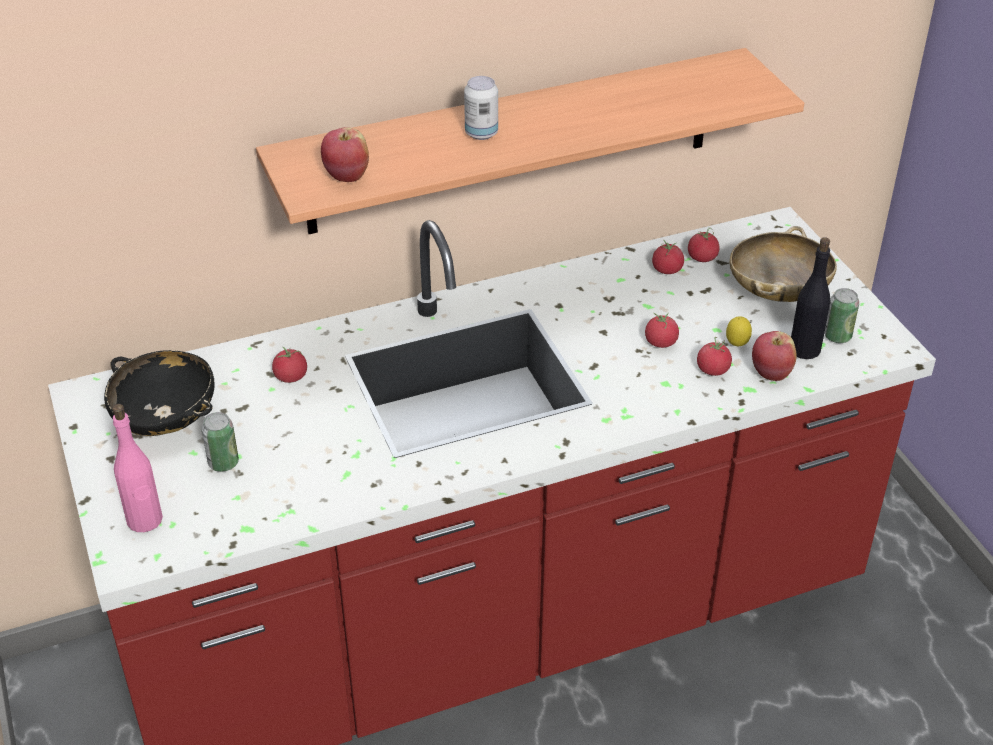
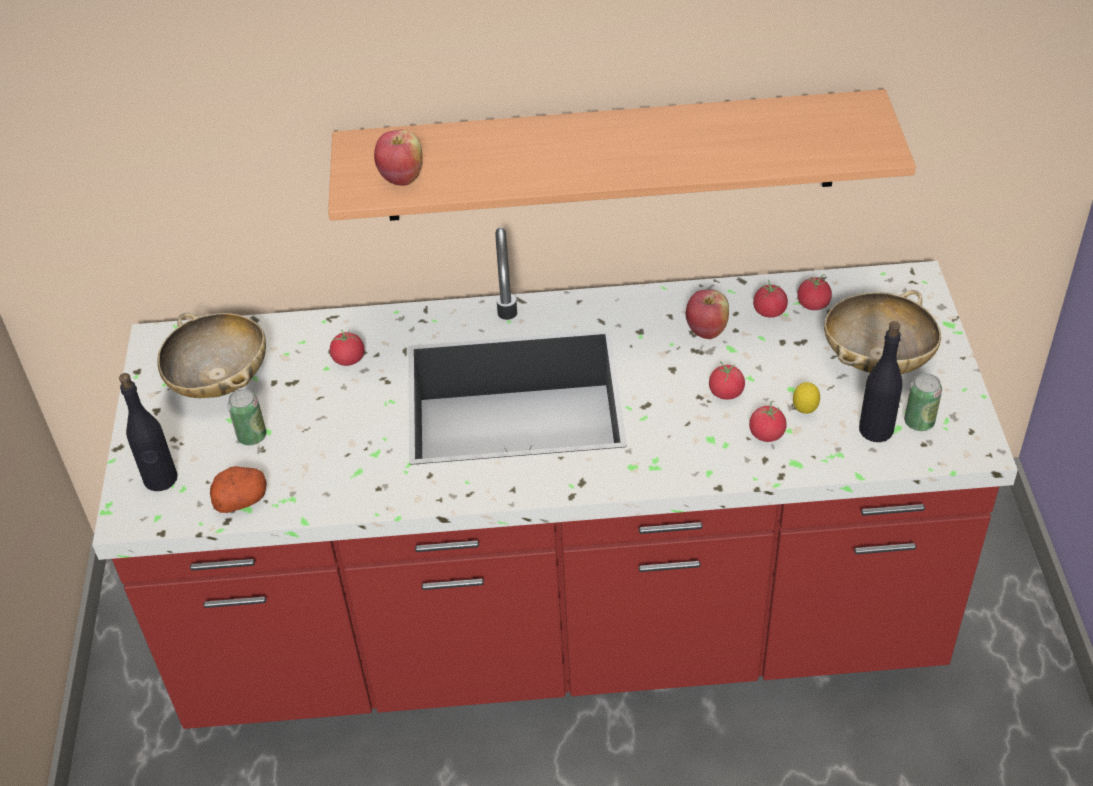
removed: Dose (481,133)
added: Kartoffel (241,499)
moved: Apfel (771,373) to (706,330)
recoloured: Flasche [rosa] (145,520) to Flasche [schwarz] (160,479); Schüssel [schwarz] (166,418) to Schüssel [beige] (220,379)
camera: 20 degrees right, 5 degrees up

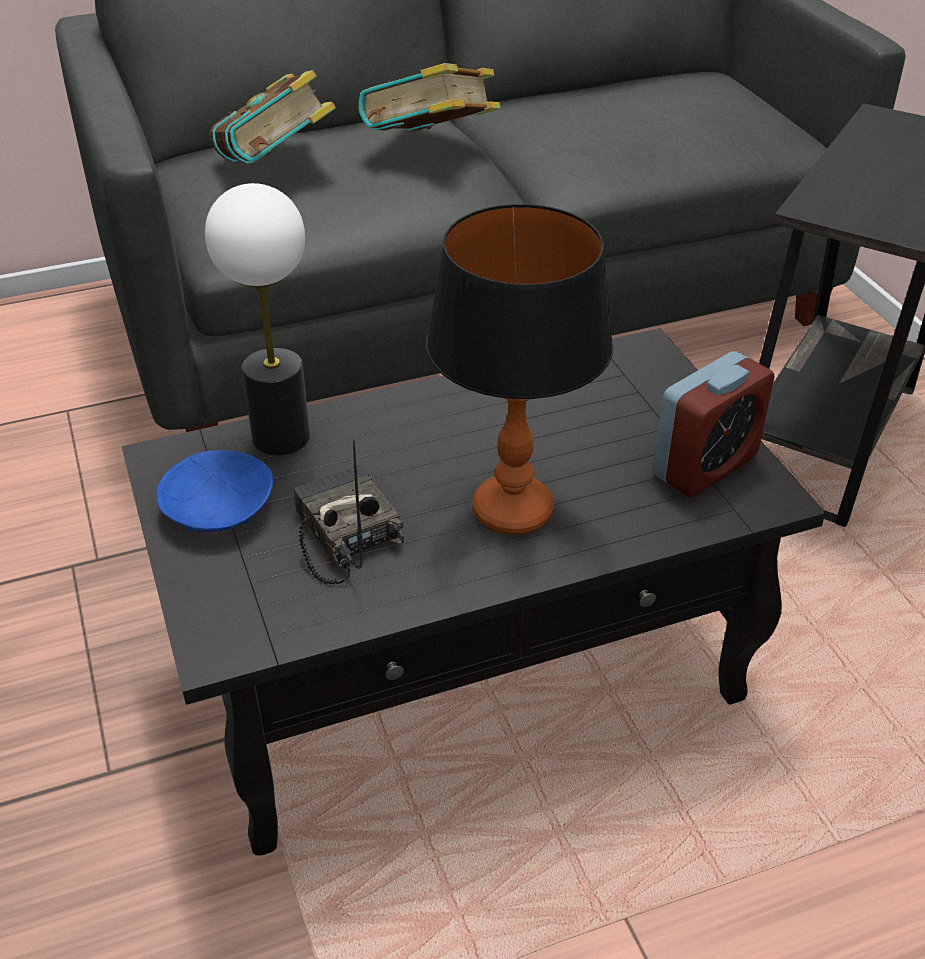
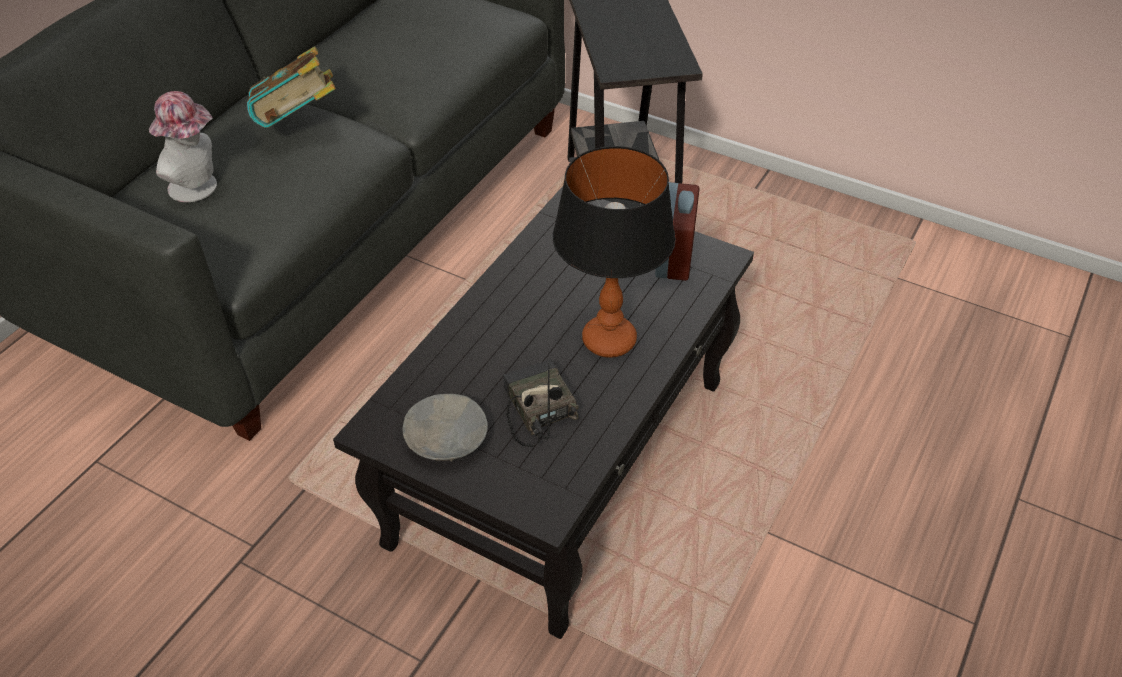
removed: Tischlampe (281,436)
replaced: Buch (276,168) to Hut (199,188)
recoloured: Schüssel [blau] (217,508) to Schüssel [grau] (445,439)
turned: Radio (343,534) = (536,409) 45 degrees clockwise
camera: 40 degrees left, 5 degrees up

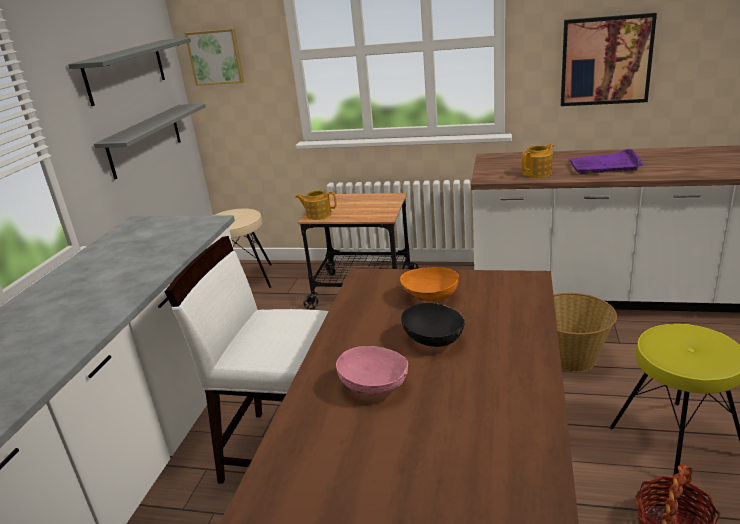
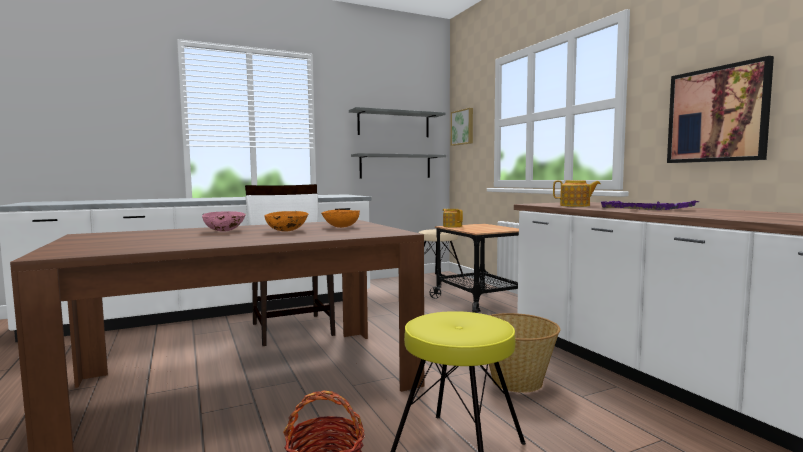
recoloured: Schüssel [schwarz] (434,339) to Schüssel [orange] (287,231)
camera: 50 degrees right, 20 degrees down

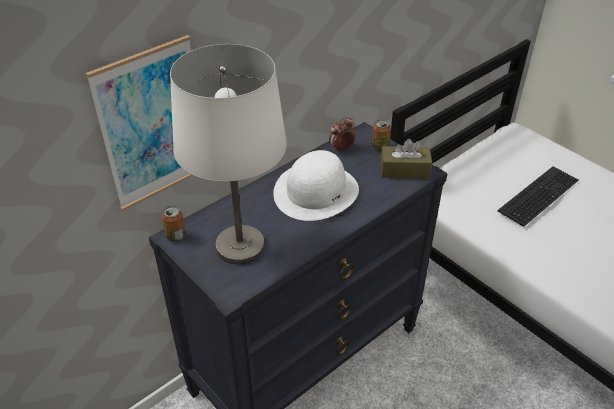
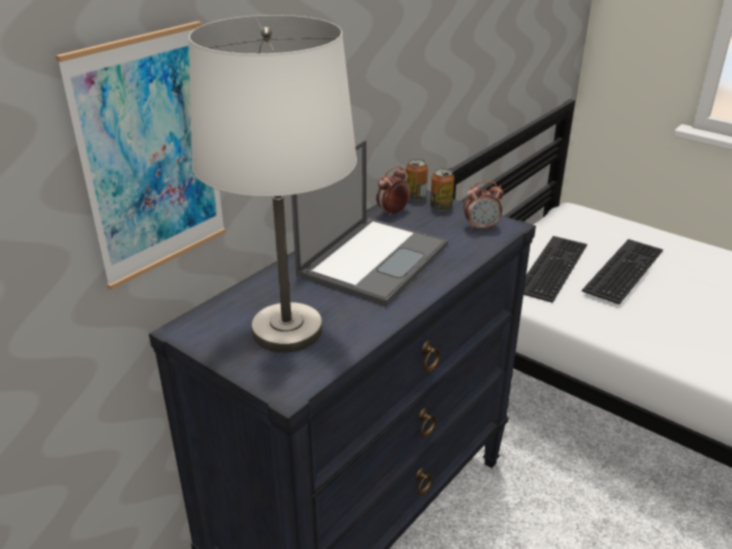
added: Tastatur (550,266)
moved: Dose (176,236) to (415,197)
replaced: Hut [weiß] (316,191) to Laptop (374,259); Taschentuchbox [braun] (404,170) to Wecker (481,227)
camera: 10 degrees left, 10 degrees down

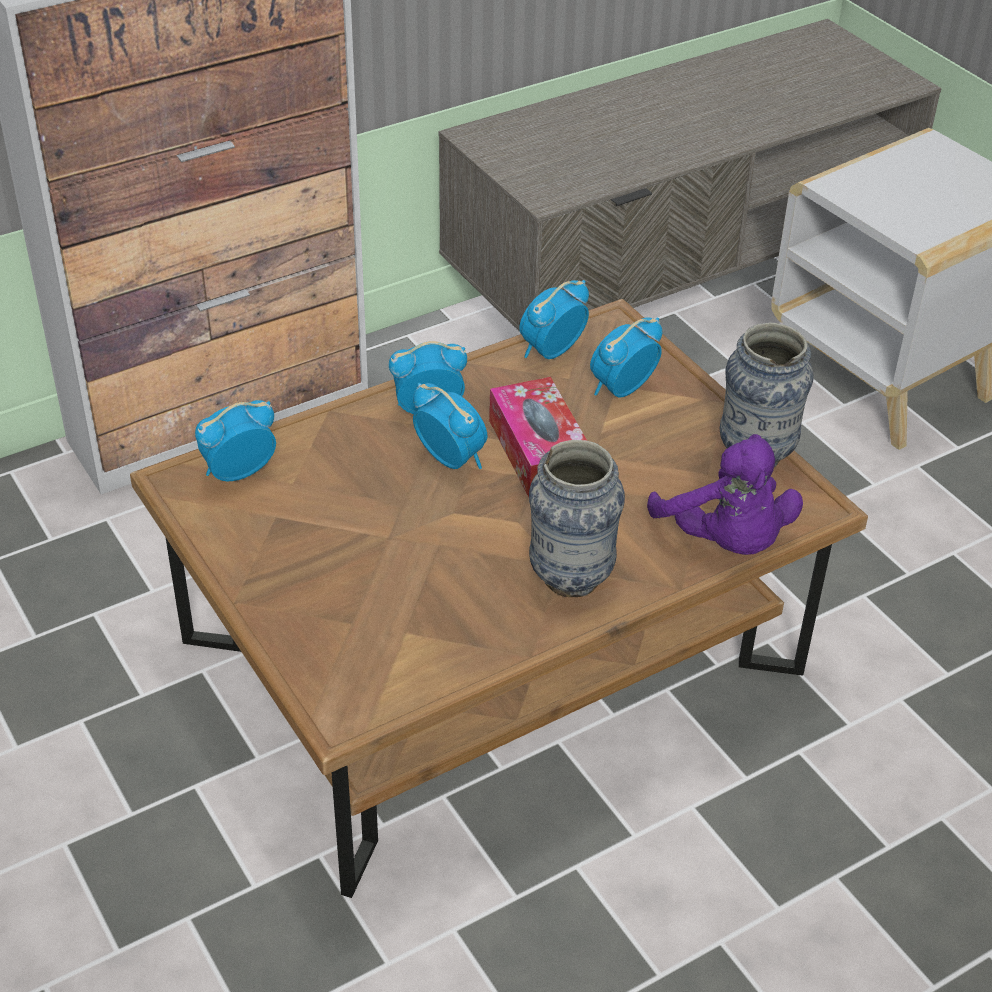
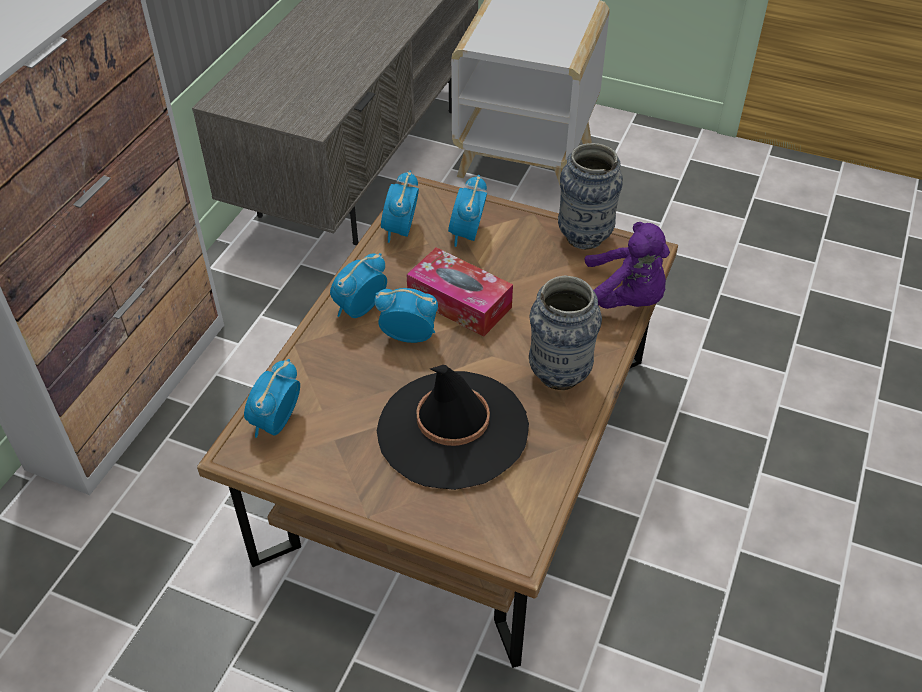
added: Hut [schwarz] (452,429)
camera: 35 degrees left, 5 degrees up

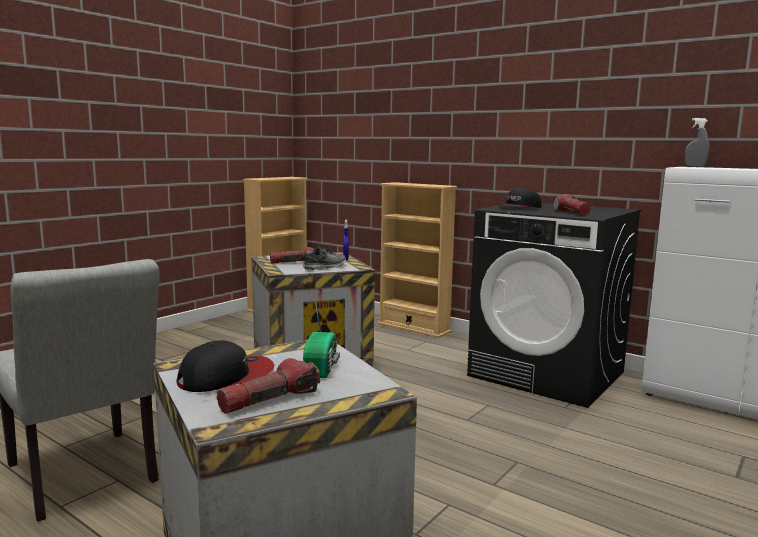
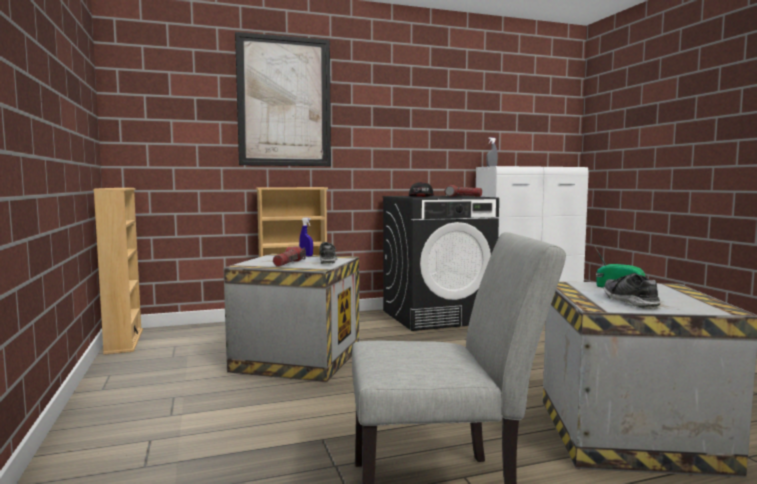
removed: Taschenlampe (270,400)
added: Bild (284,101)
replaced: Kappe (226,377) to Schuh (630,302)
camera: 55 degrees left, 5 degrees down

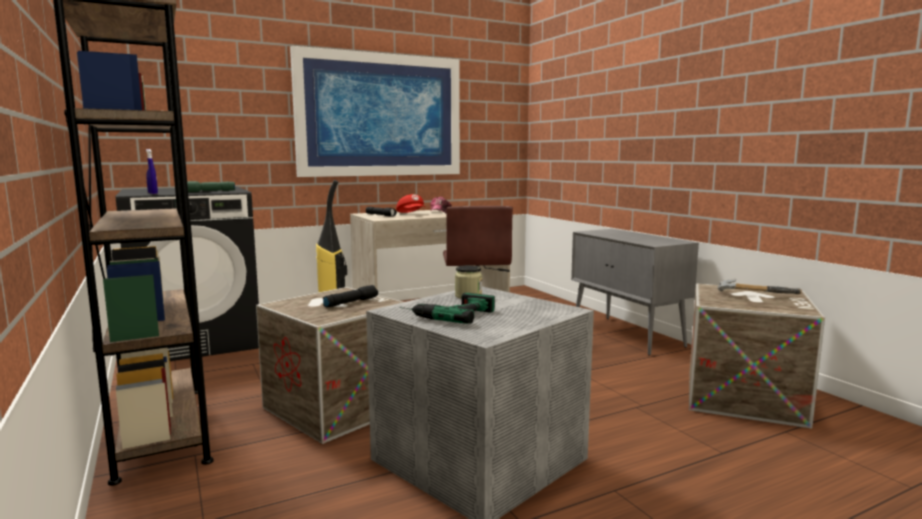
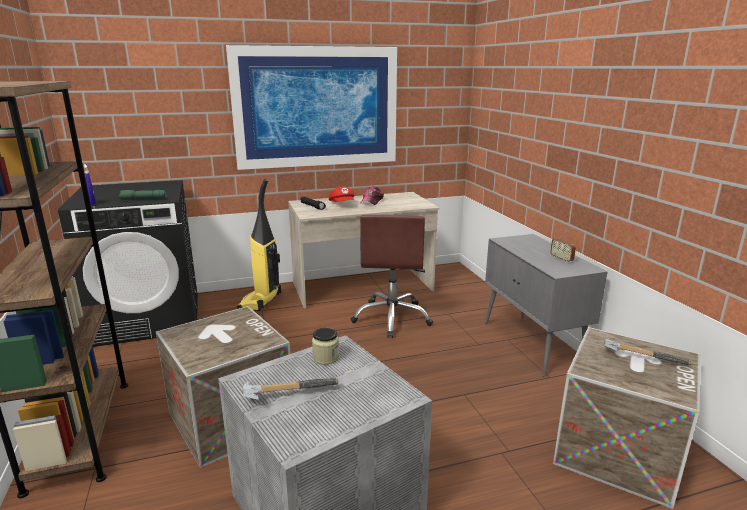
removed: Taschenlampe [schwarz] (351,302)
added: Radio (561,259)
replaced: Bohrmaschine (447,314) to Hammer (286,393)
camera: 10 degrees right, 10 degrees up

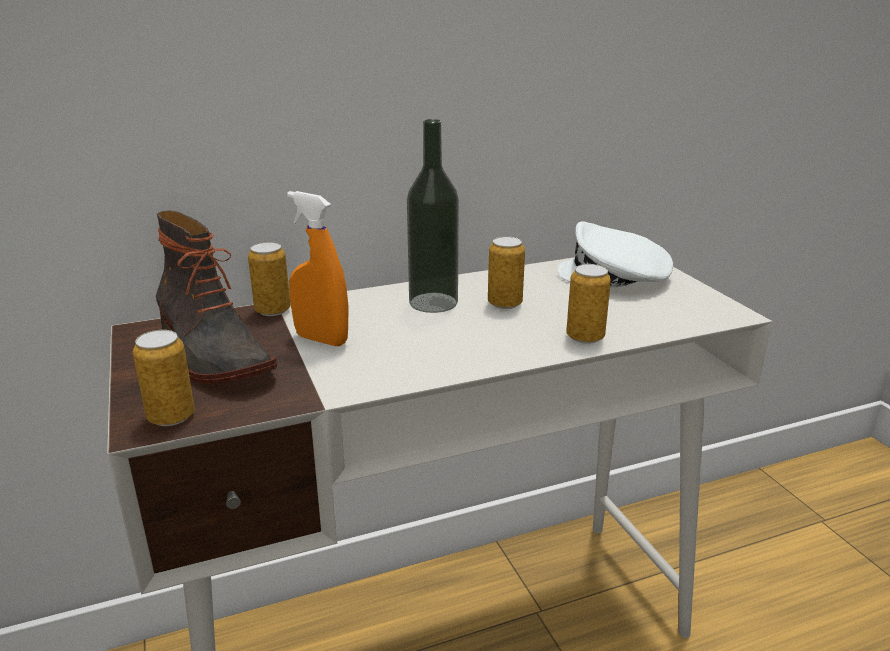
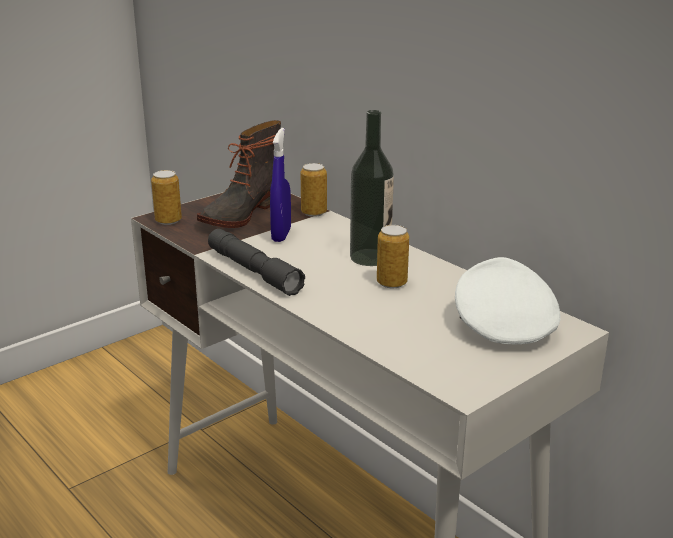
removed: Dose (585,337)
added: Taschenlampe [grau] (253,271)
recoloured: Sprühflasche [orange] (321,339) to Sprühflasche [blau] (281,235)
camera: 70 degrees right, 0 degrees up

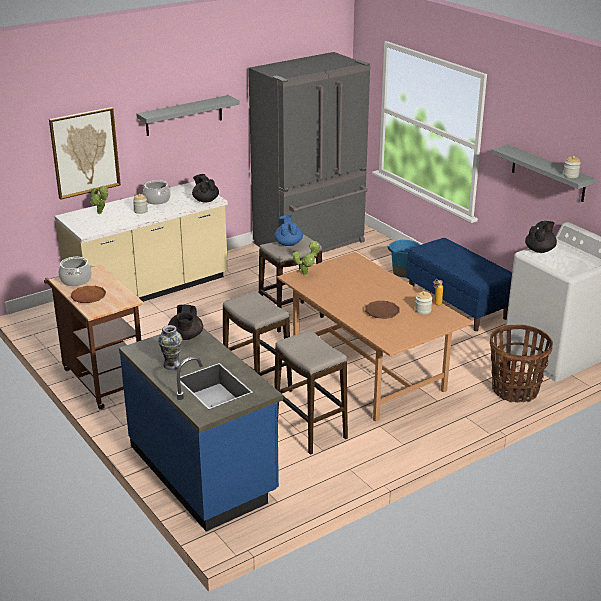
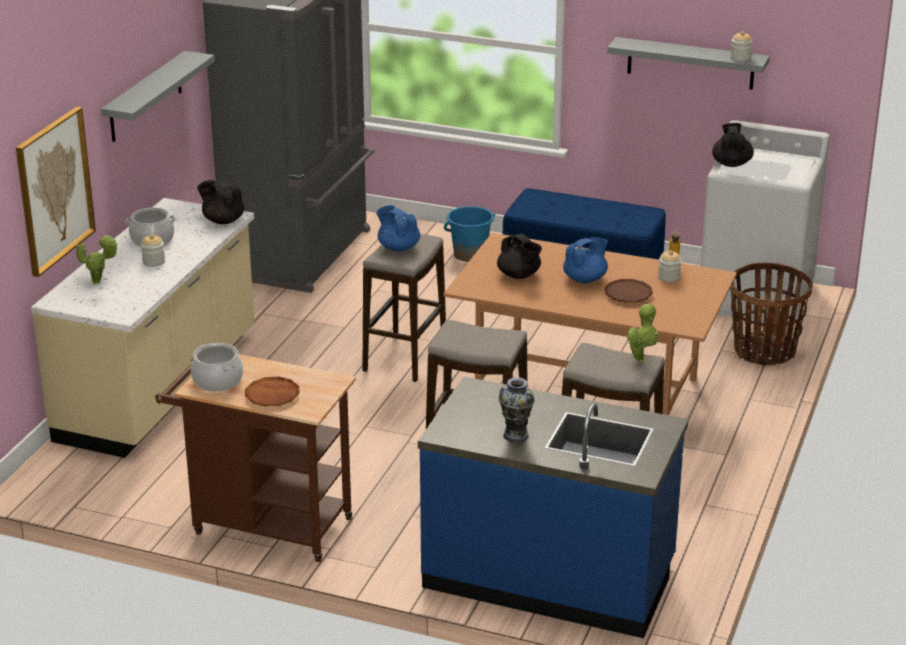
added: Teekanne [blau] (585,279)
moved: Teekanne [schwarz] (186,337) to (519,275); Topfpflanze (306,274) to (640,359)
camera: 35 degrees left, 0 degrees up

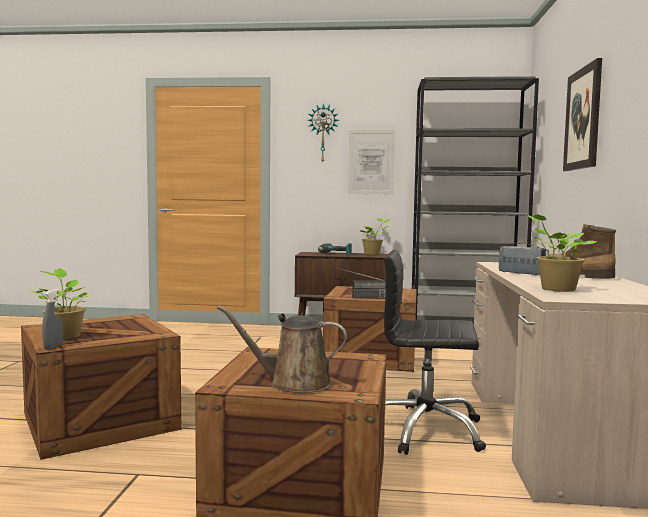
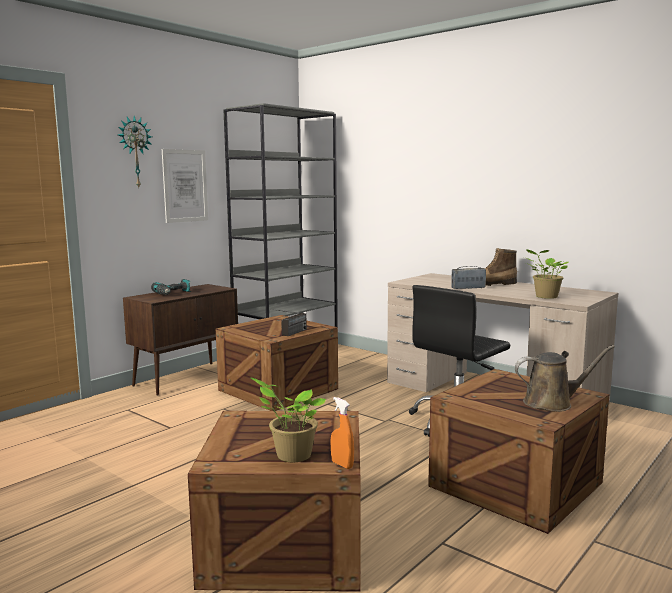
removed: Topfpflanze (373,254); Bild (583,119)
recoloured: Sprühflasche [grau] (53,347) to Sprühflasche [orange] (342,464)
turned: Gießkanne [braun] (293,384) = (552,403) 135 degrees counterclockwise
camera: 55 degrees left, 5 degrees up

